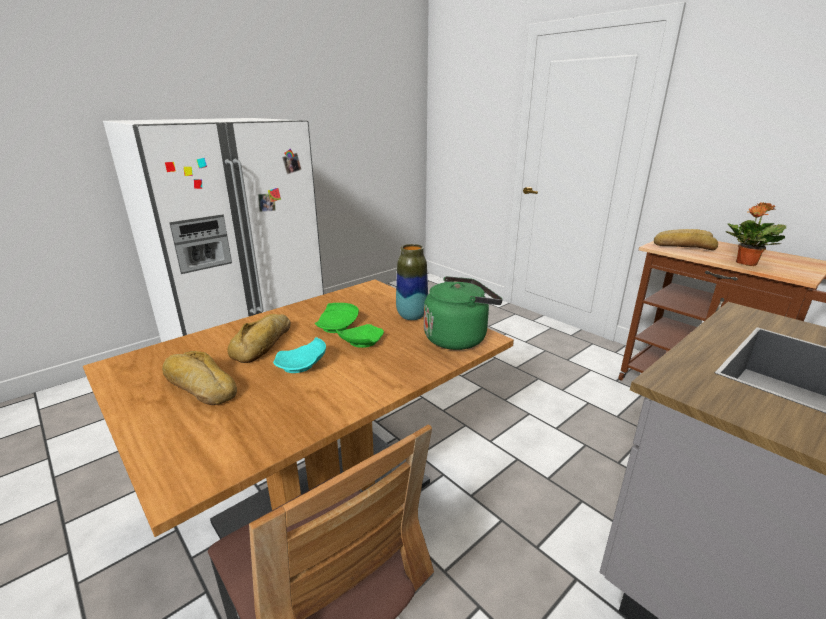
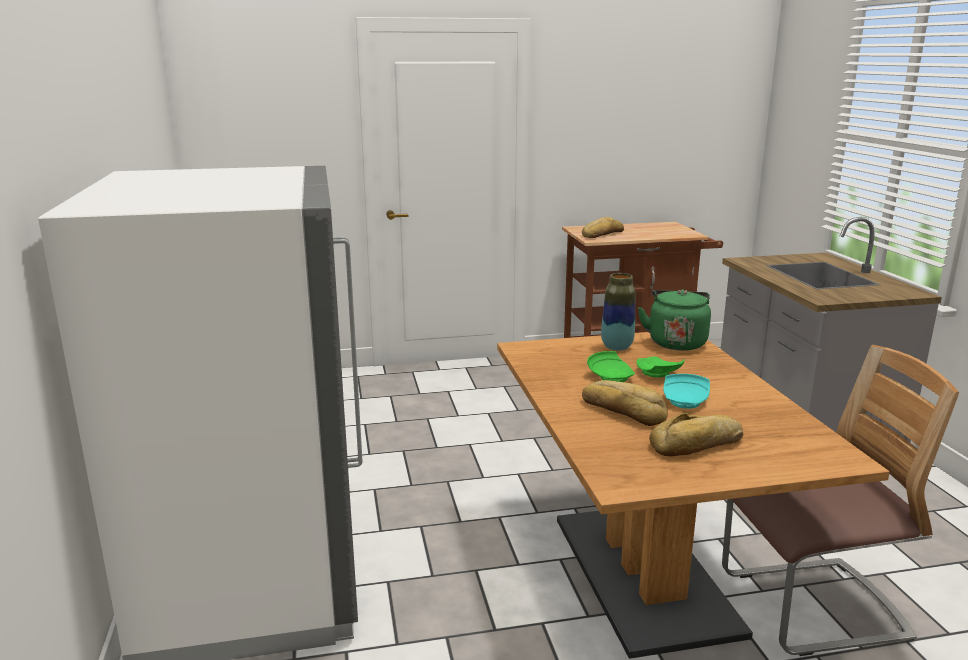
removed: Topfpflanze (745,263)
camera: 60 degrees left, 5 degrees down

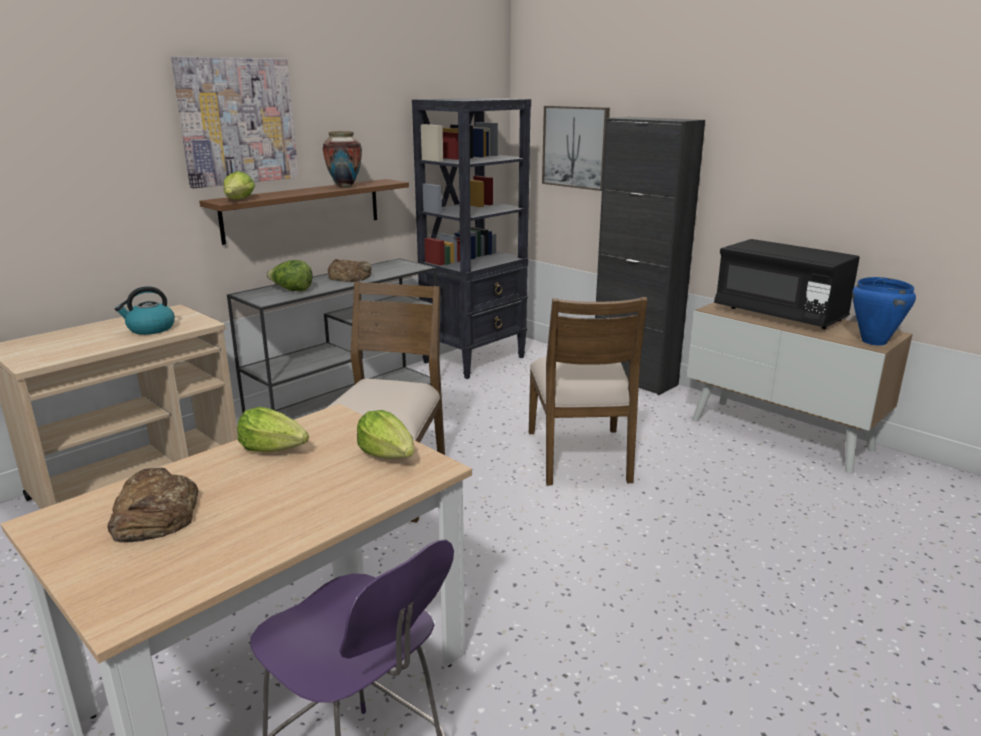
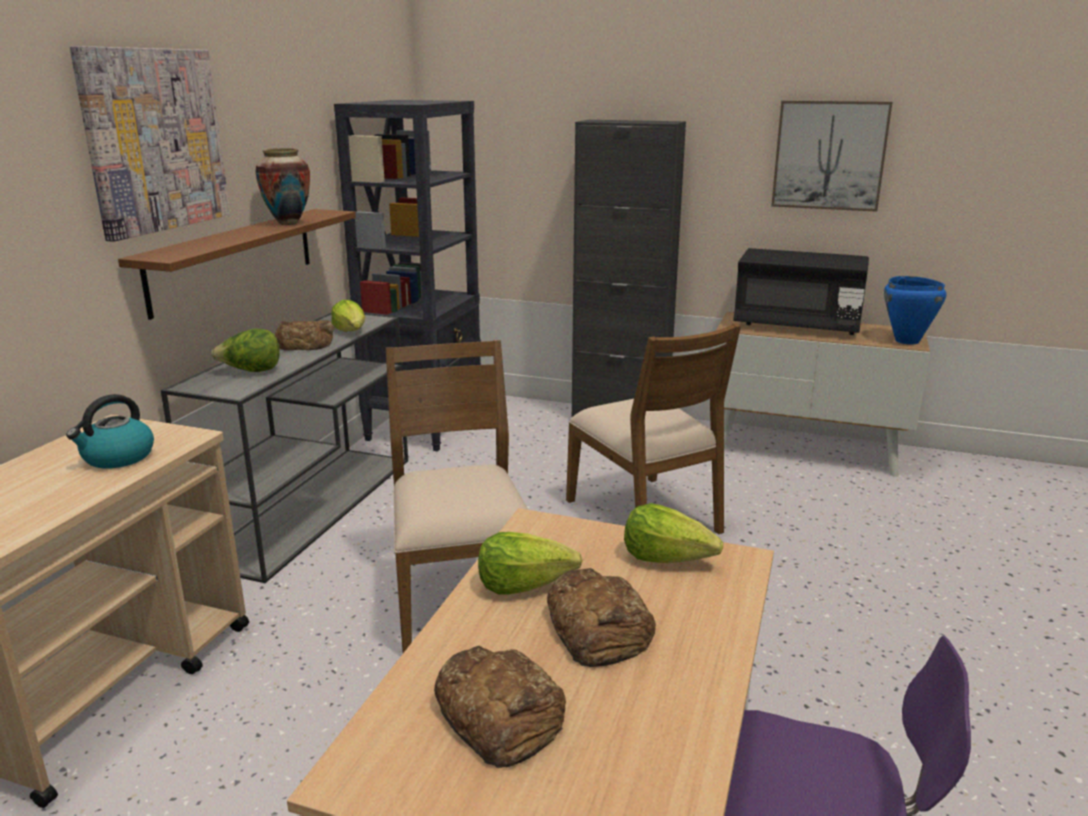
added: Brot (598,628)
moved: Salatkopf (239,200) to (351,331); Bild (575,147) to (829,155)
camera: 25 degrees left, 0 degrees up

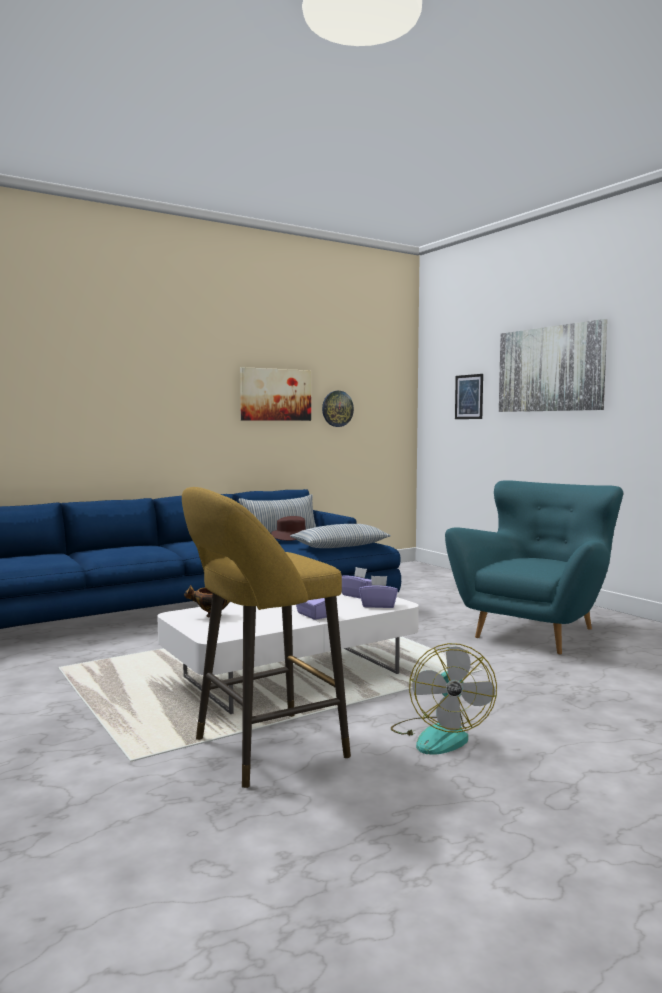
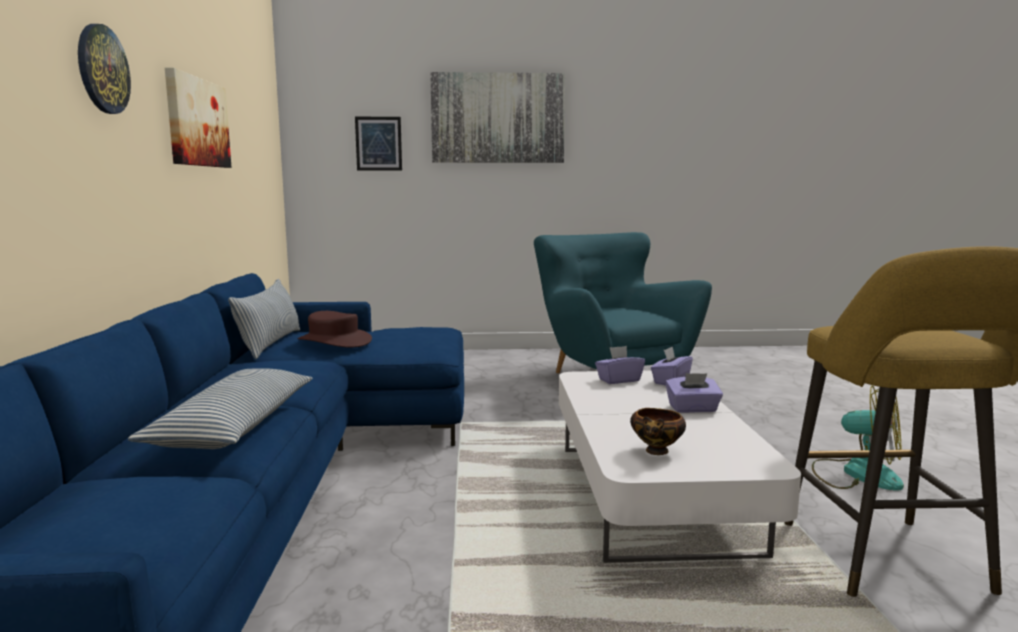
moved: Wanduhr (337,408) to (102,69); Kissen (340,546) to (234,426)
camera: 60 degrees left, 5 degrees up

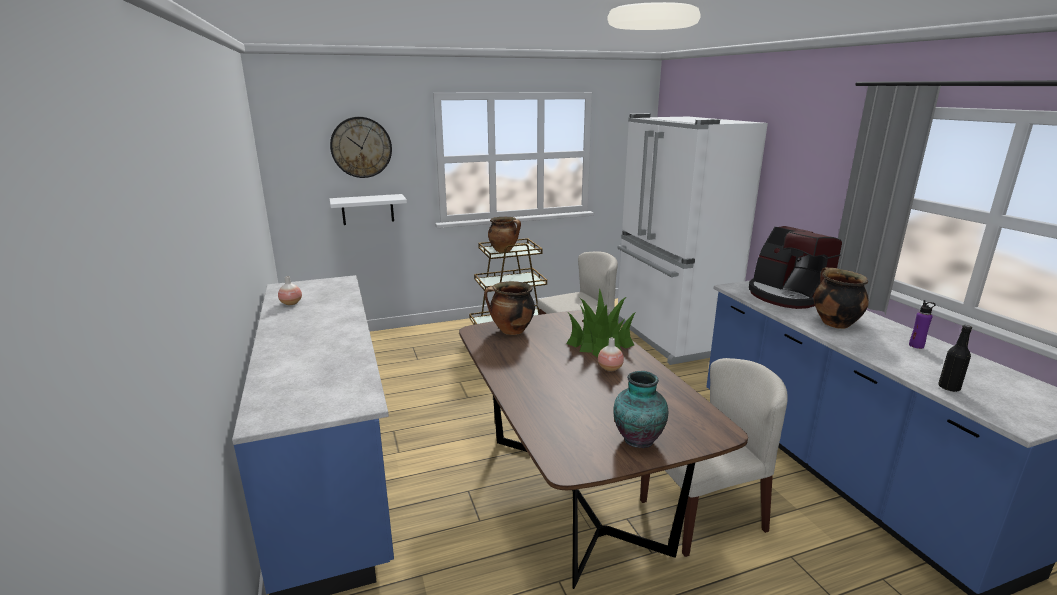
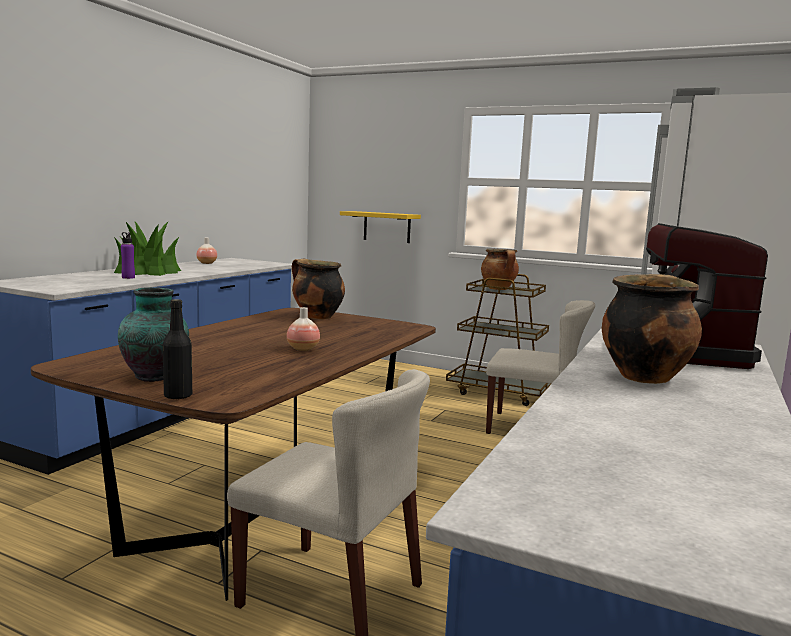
removed: Wanduhr (361,147)
moved: Topfpflanze (600,343) to (148,271); Flasche [lila] (916,346) to (128,277); Flasche [schwarz] (949,387) to (178,396)
recoloured: Wandregal [weiß] (367,209) to Wandregal [gelb] (387,227)
camera: 45 degrees right, 10 degrees down

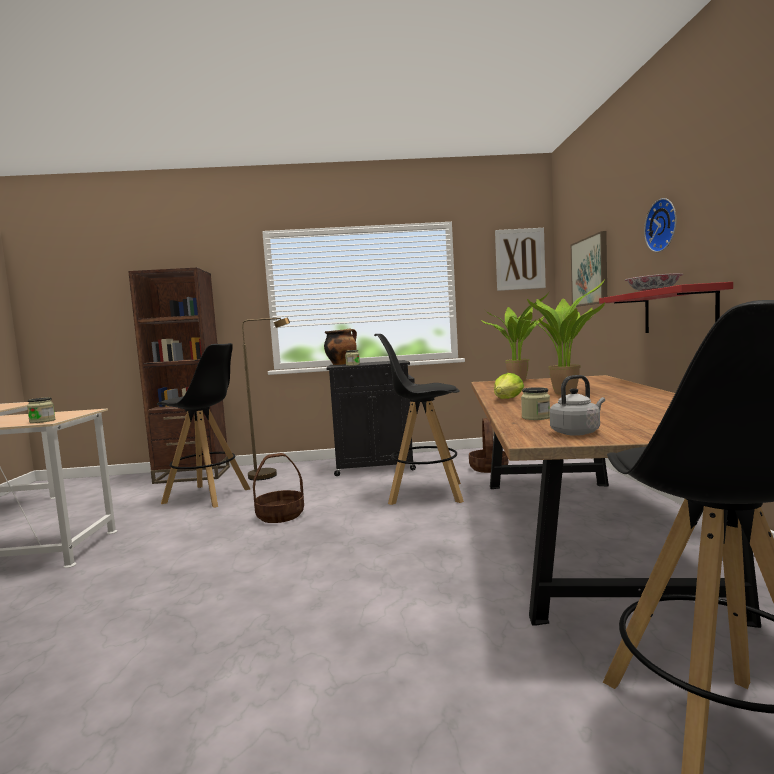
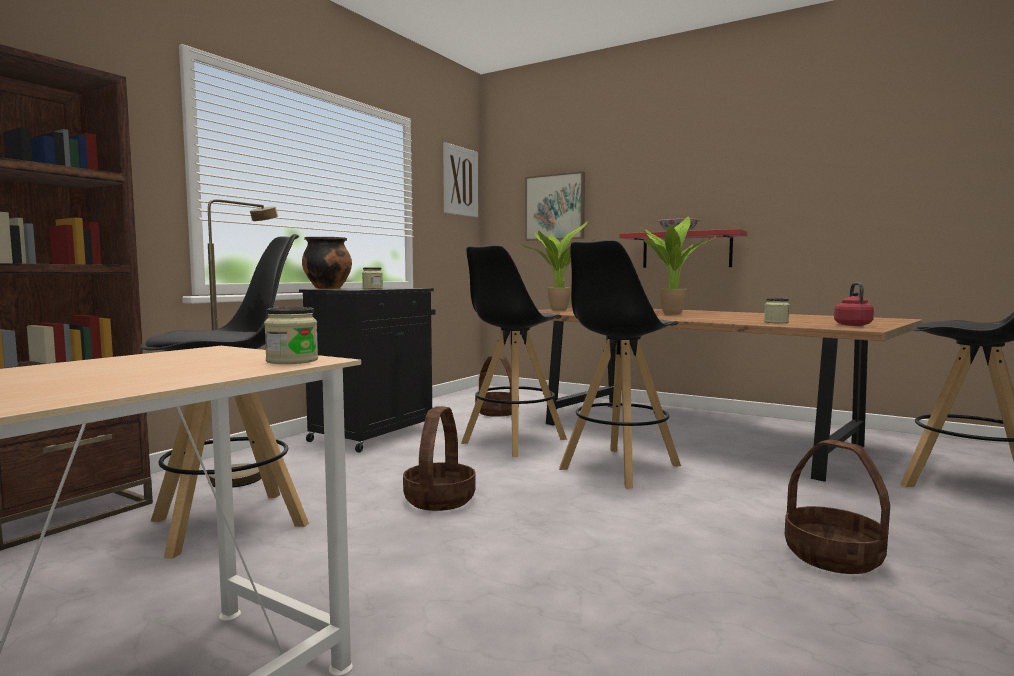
removed: Salatkopf (507,399); Wanduhr (663,225)
added: Hocker [schwarz] (619,467); Korb (834,556)
recoloured: Wasserkessel [grau] (577,432) to Wasserkessel [rot] (852,325)
camera: 55 degrees left, 0 degrees up

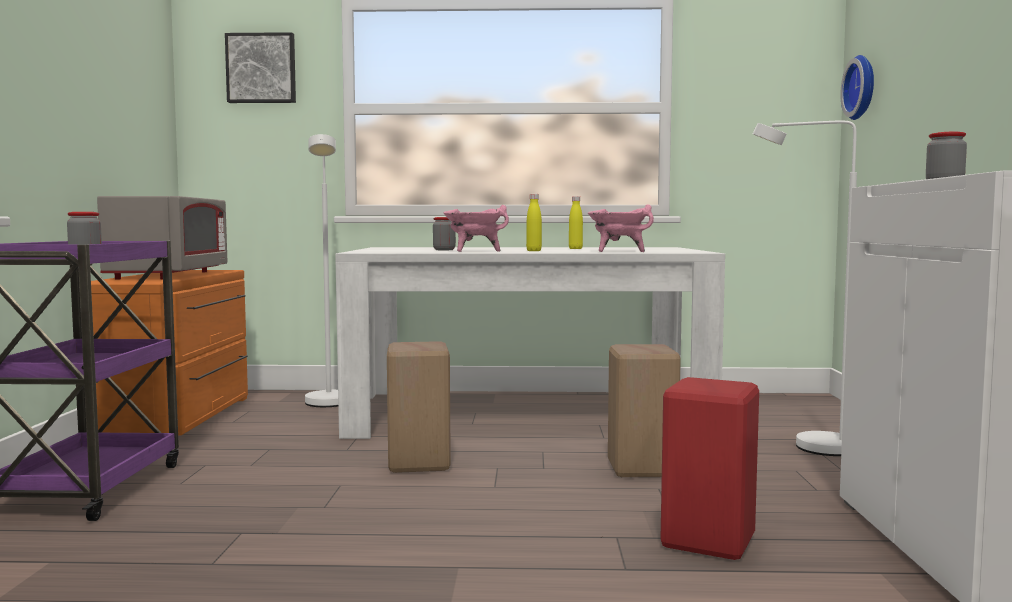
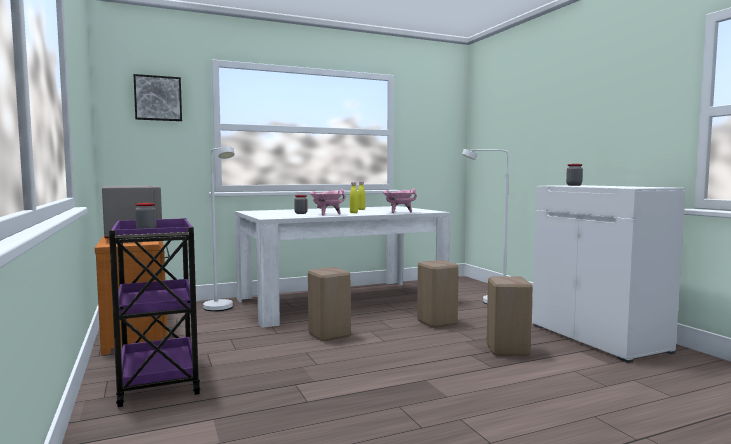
removed: Wanduhr (863,87)
recoloured: Hocker [rot] (705,542) to Hocker [beige] (506,351)
camera: 25 degrees left, 0 degrees up

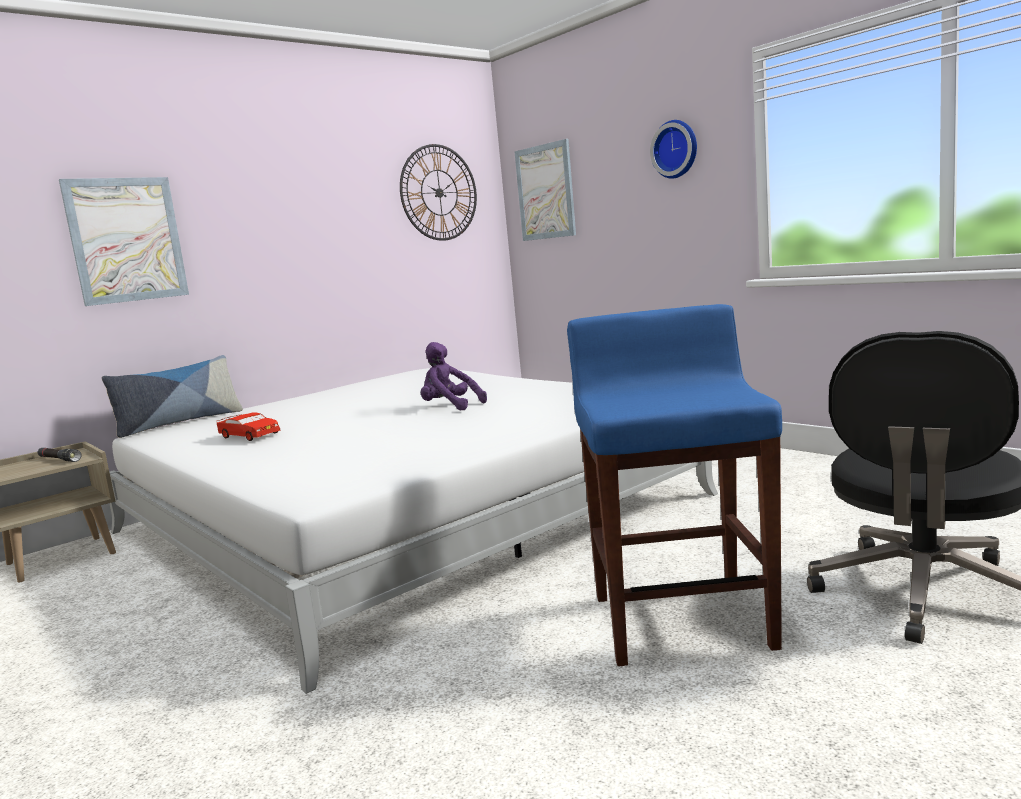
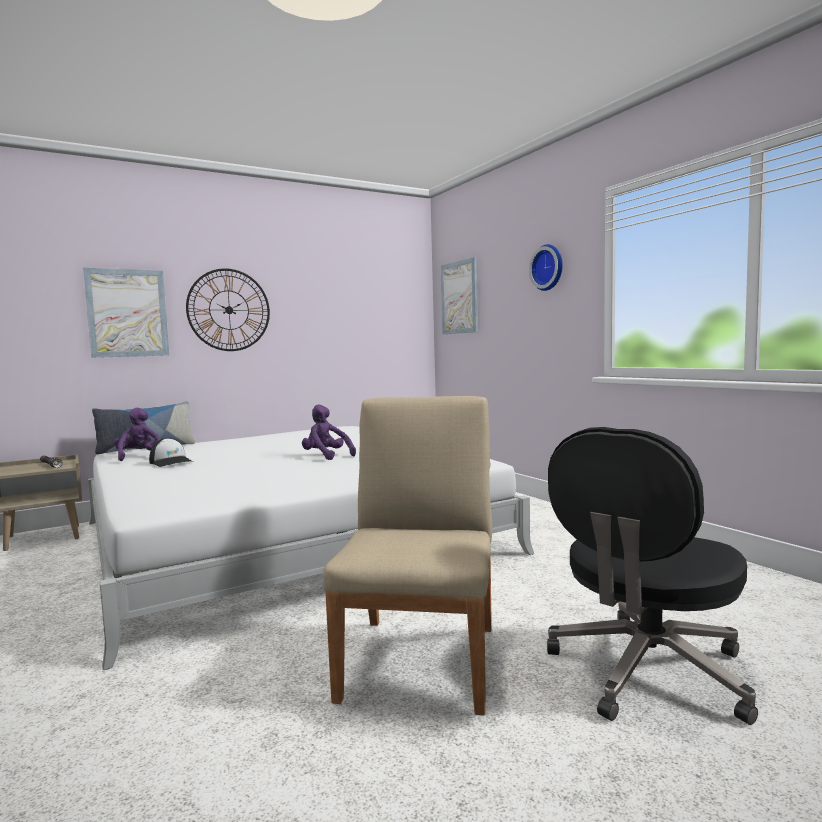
added: Plüschtier [lila] (139,457)
moved: Wanduhr (439,192) to (229,310)
replaced: Spielzeugauto [rot] (249,435) to Kappe (171,462); Hocker [blau] (680,620) to Stuhl [beige] (421,660)
camera: 10 degrees right, 5 degrees down

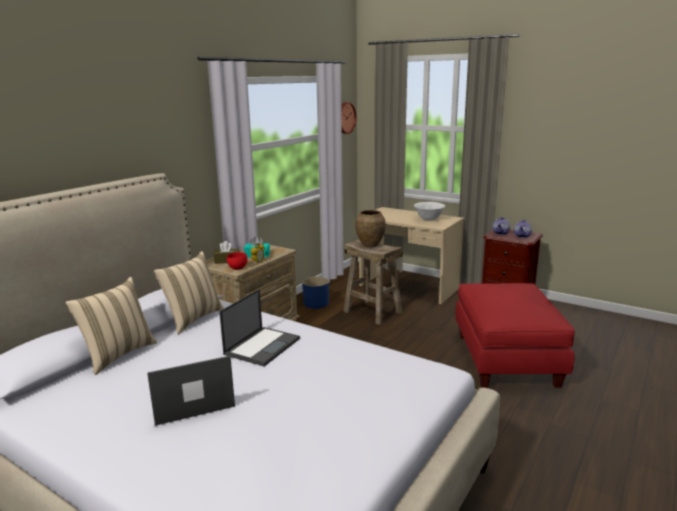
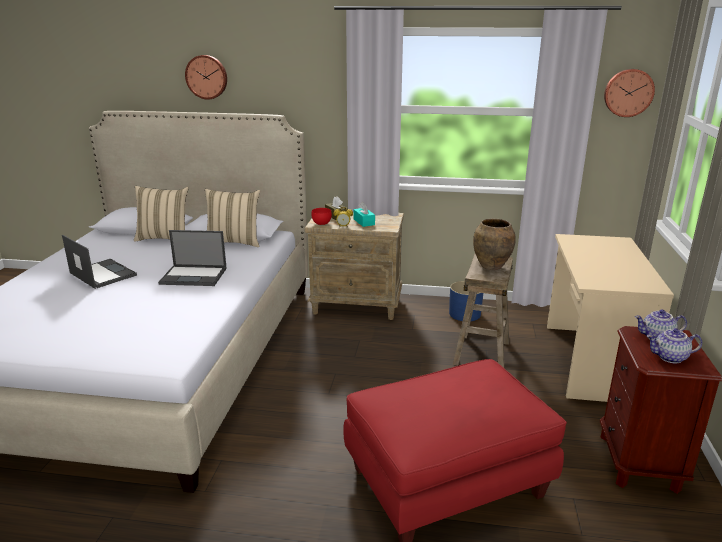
removed: Schüssel [weiß] (429,219)
added: Wanduhr (207,77)
camera: 65 degrees right, 5 degrees up

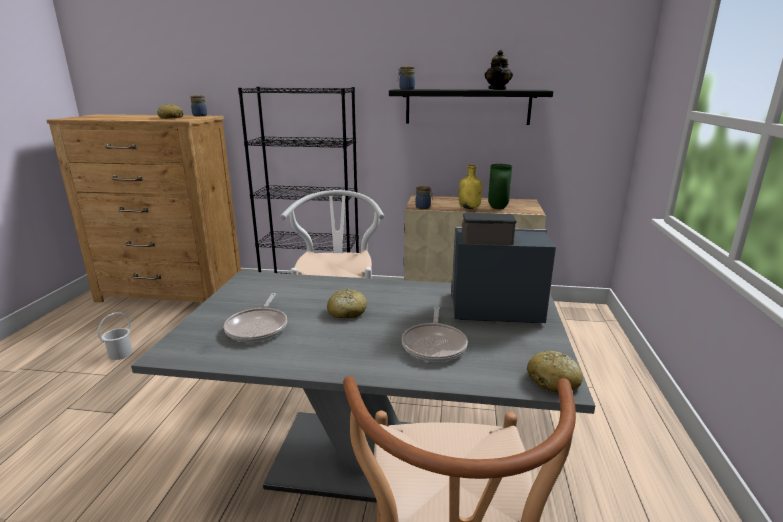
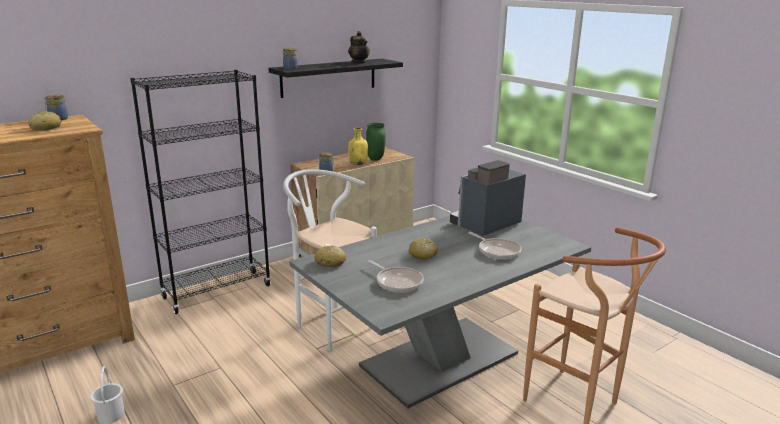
moved: Brot (553,381) to (330,262)
camera: 45 degrees left, 0 degrees up

